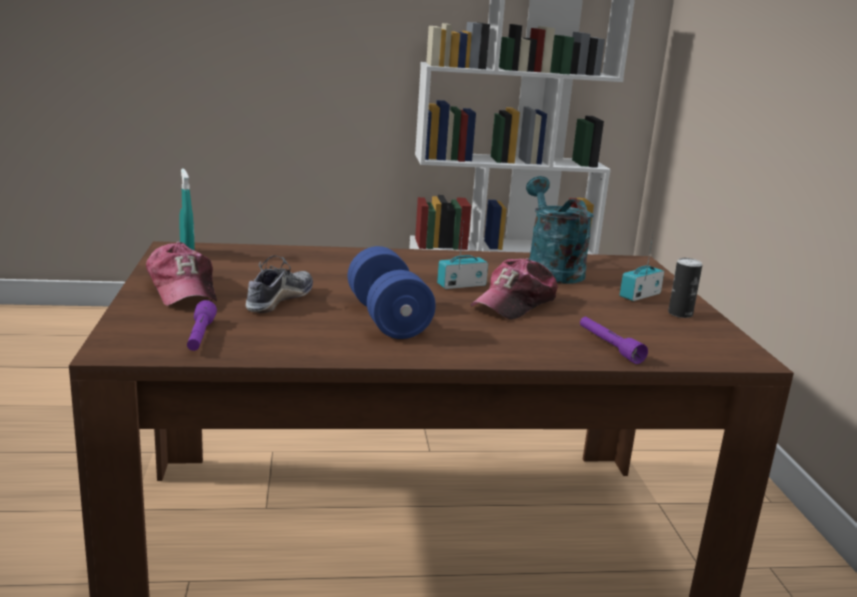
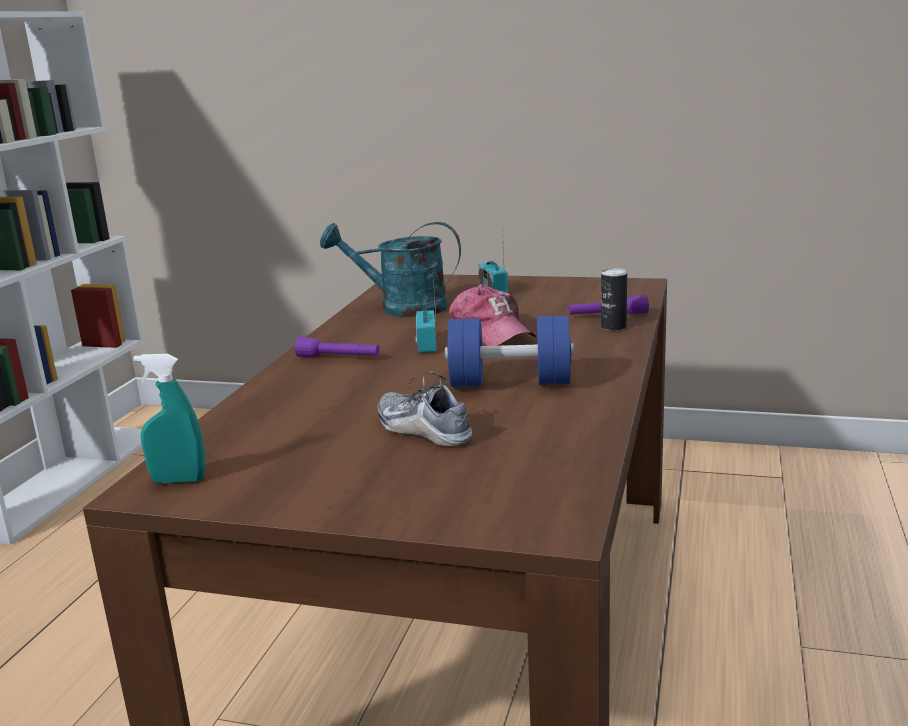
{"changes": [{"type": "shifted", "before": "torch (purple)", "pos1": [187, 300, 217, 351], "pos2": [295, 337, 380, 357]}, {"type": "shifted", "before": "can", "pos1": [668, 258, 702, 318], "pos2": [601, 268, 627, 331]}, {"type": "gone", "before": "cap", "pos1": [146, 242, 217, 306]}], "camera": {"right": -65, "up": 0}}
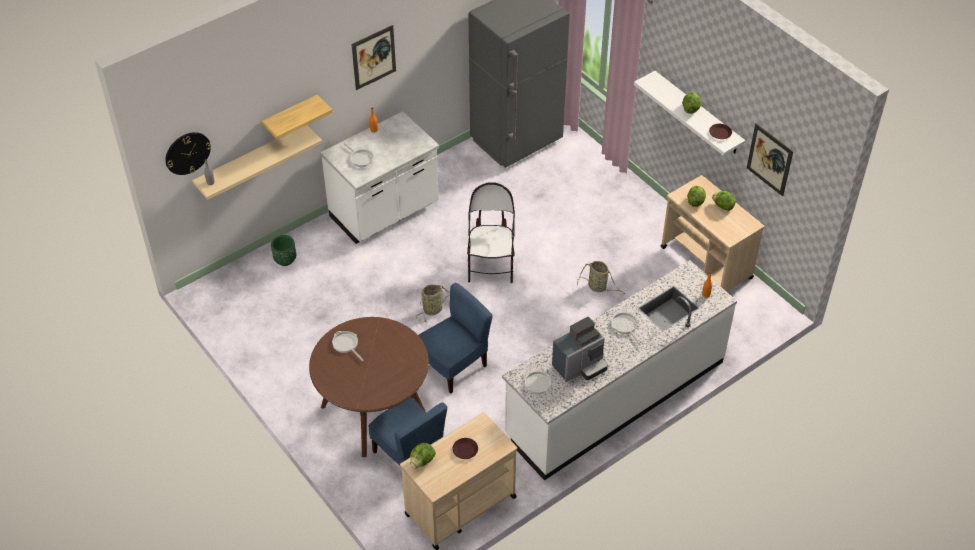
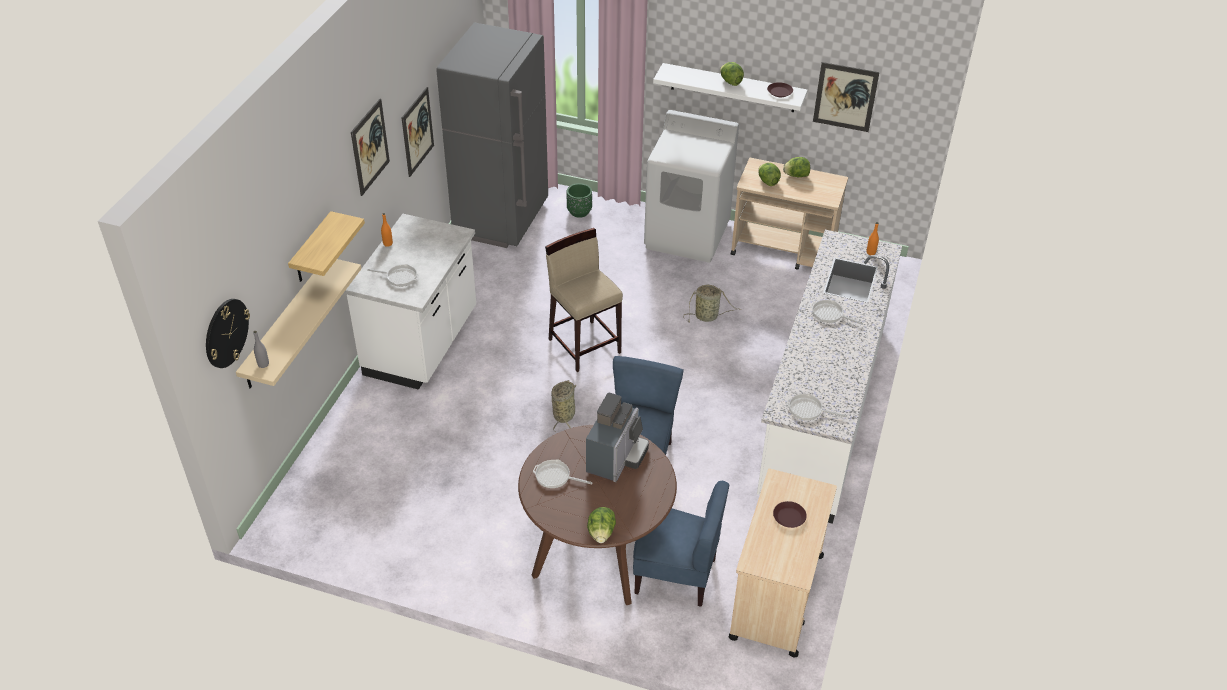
{"changes": [{"type": "new", "after": "wall picture", "pos2": [402, 87, 434, 177]}, {"type": "swapped", "before": "plain chair", "after": "stool (beige-coloured)", "pos1": [467, 182, 515, 283], "pos2": [545, 228, 623, 372]}, {"type": "shifted", "before": "flower pot (green)", "pos1": [271, 235, 296, 266], "pos2": [566, 183, 592, 218]}, {"type": "shifted", "before": "coffee brewer", "pos1": [552, 317, 608, 382], "pos2": [586, 393, 649, 482]}, {"type": "shifted", "before": "lettuce", "pos1": [410, 443, 436, 468], "pos2": [587, 507, 616, 543]}, {"type": "new", "after": "laundry appliance (white-coloured)", "pos2": [644, 110, 739, 263]}], "camera": {"right": -35, "up": -5}}
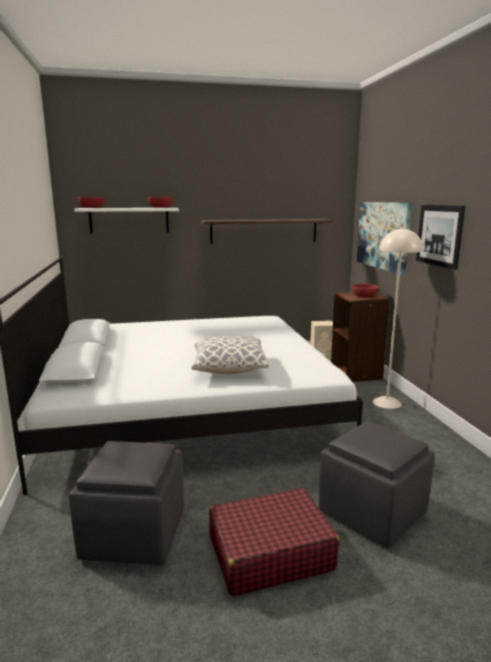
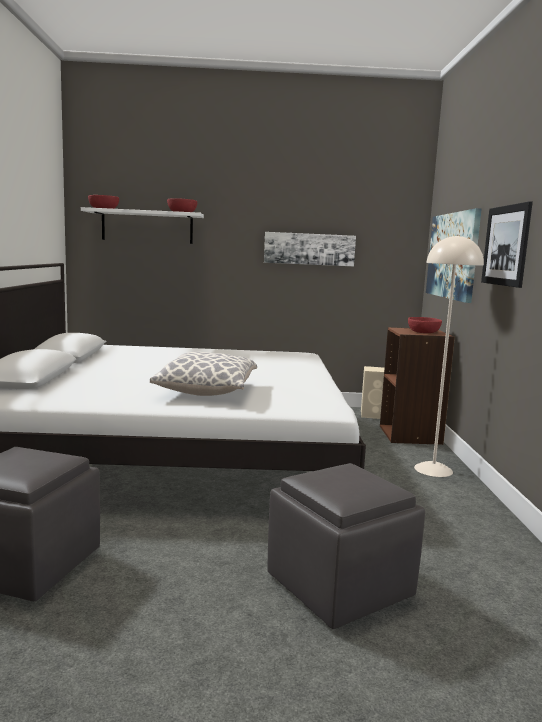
{"changes": [{"type": "swapped", "before": "shelf", "after": "wall picture", "pos1": [201, 219, 333, 244], "pos2": [264, 232, 356, 266]}, {"type": "gone", "before": "suitcase (red)", "pos1": [209, 488, 339, 596]}], "camera": {"right": 10, "up": -5}}
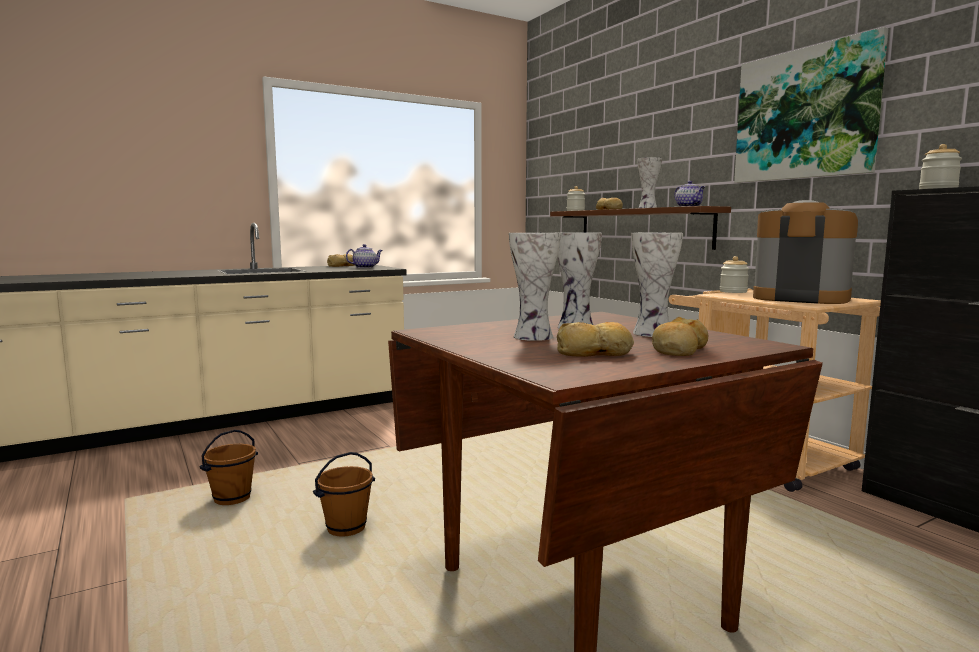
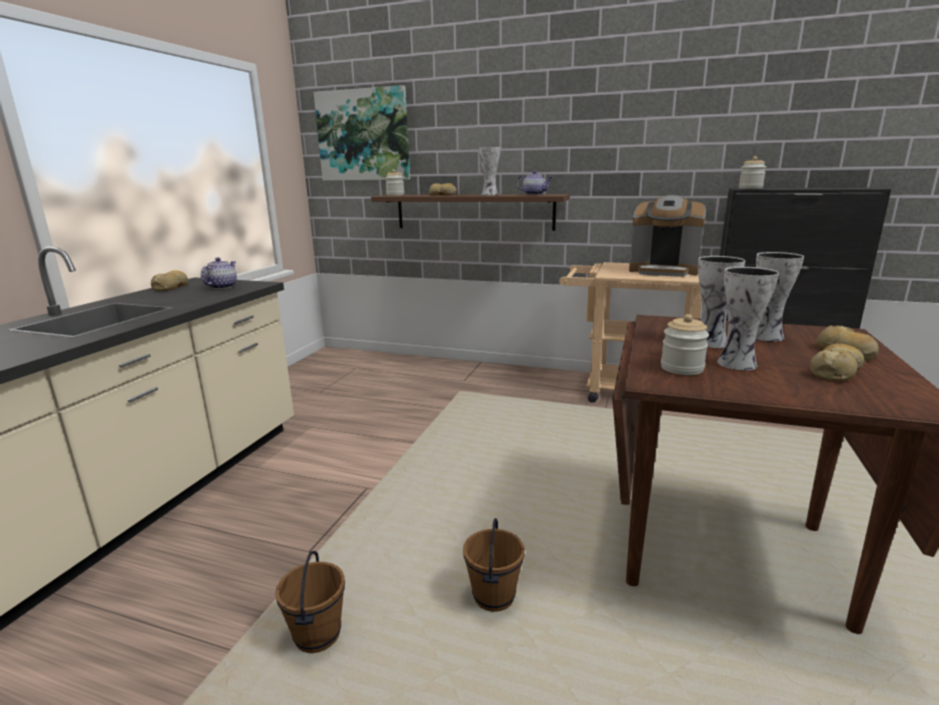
{"changes": [{"type": "shifted", "before": "wall picture", "pos1": [734, 27, 888, 183], "pos2": [314, 85, 410, 181]}, {"type": "rotated", "before": "coffee brewer", "pos1": [753, 200, 858, 304], "pos2": [629, 195, 706, 277], "turn": -150}, {"type": "shifted", "before": "preserve jar", "pos1": [720, 256, 749, 293], "pos2": [661, 314, 709, 375]}], "camera": {"right": -40, "up": 10}}
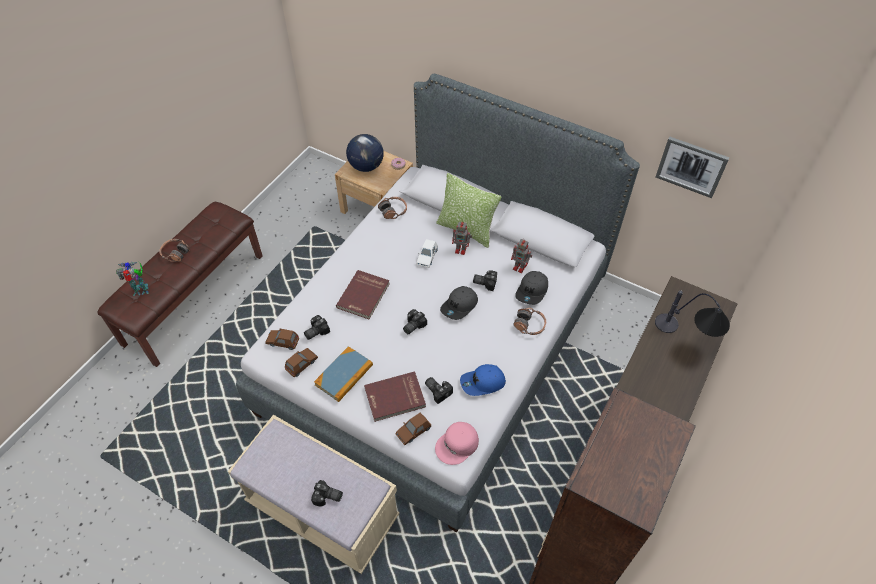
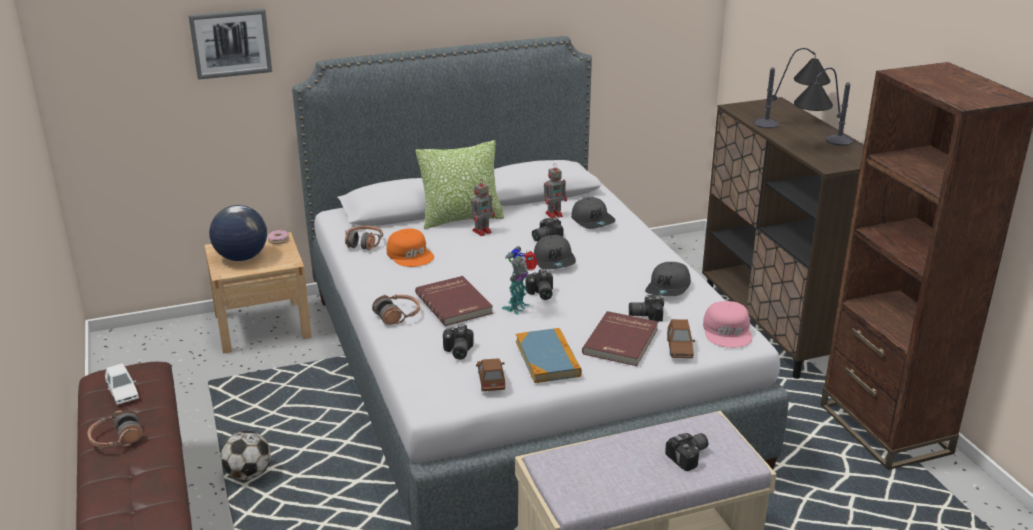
{"changes": [{"type": "shifted", "before": "toy car (white-coloured)", "pos1": [417, 239, 438, 268], "pos2": [105, 363, 139, 405]}, {"type": "shifted", "before": "wall picture", "pos1": [656, 137, 729, 198], "pos2": [188, 8, 272, 80]}, {"type": "new", "after": "football ball", "pos2": [221, 431, 271, 480]}, {"type": "shifted", "before": "pair of headphones", "pos1": [513, 308, 546, 335], "pos2": [372, 295, 420, 325]}, {"type": "new", "after": "cap (orangey)", "pos2": [387, 228, 434, 267]}, {"type": "shifted", "before": "robot figure", "pos1": [116, 262, 149, 296], "pos2": [502, 246, 538, 315]}, {"type": "repainted", "before": "cap (blue-coloured)", "after": "cap (greyish)", "pos1": [460, 364, 506, 396], "pos2": [645, 262, 691, 296]}, {"type": "new", "after": "tabletop lamp", "pos2": [794, 68, 853, 146]}, {"type": "gone", "before": "toy car (brown)", "pos1": [265, 329, 299, 350]}], "camera": {"right": -50, "up": -25}}
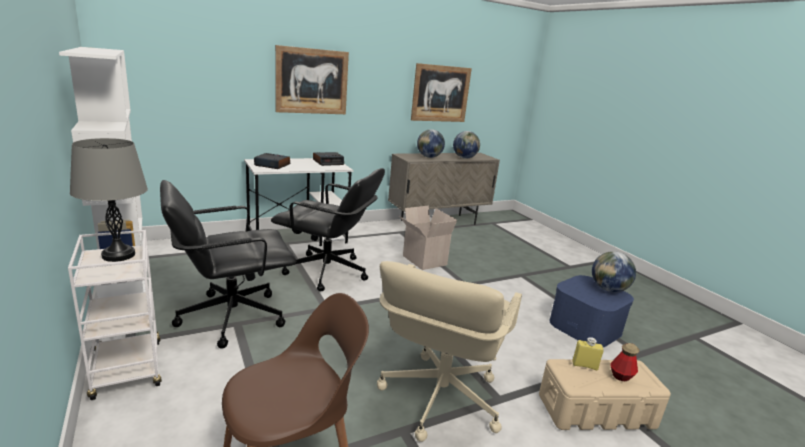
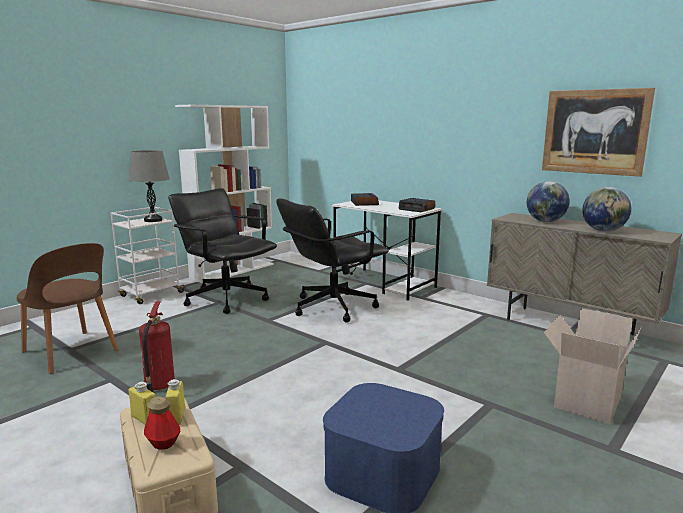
{"changes": [{"type": "new", "after": "beverage bottle (yellow-coloured)", "pos2": [129, 382, 156, 425]}, {"type": "swapped", "before": "desk chair (beige-coloured)", "after": "fire-fighting cylinder", "pos1": [377, 261, 522, 442], "pos2": [139, 301, 175, 392]}, {"type": "rotated", "before": "desk chair (blackish)", "pos1": [271, 168, 385, 291], "pos2": [276, 198, 389, 323], "turn": 60}, {"type": "shifted", "before": "packing box", "pos1": [399, 206, 457, 270], "pos2": [544, 308, 642, 424]}, {"type": "gone", "before": "wall picture", "pos1": [275, 45, 349, 114]}, {"type": "gone", "before": "globe", "pos1": [592, 251, 636, 292]}], "camera": {"right": 70, "up": -5}}
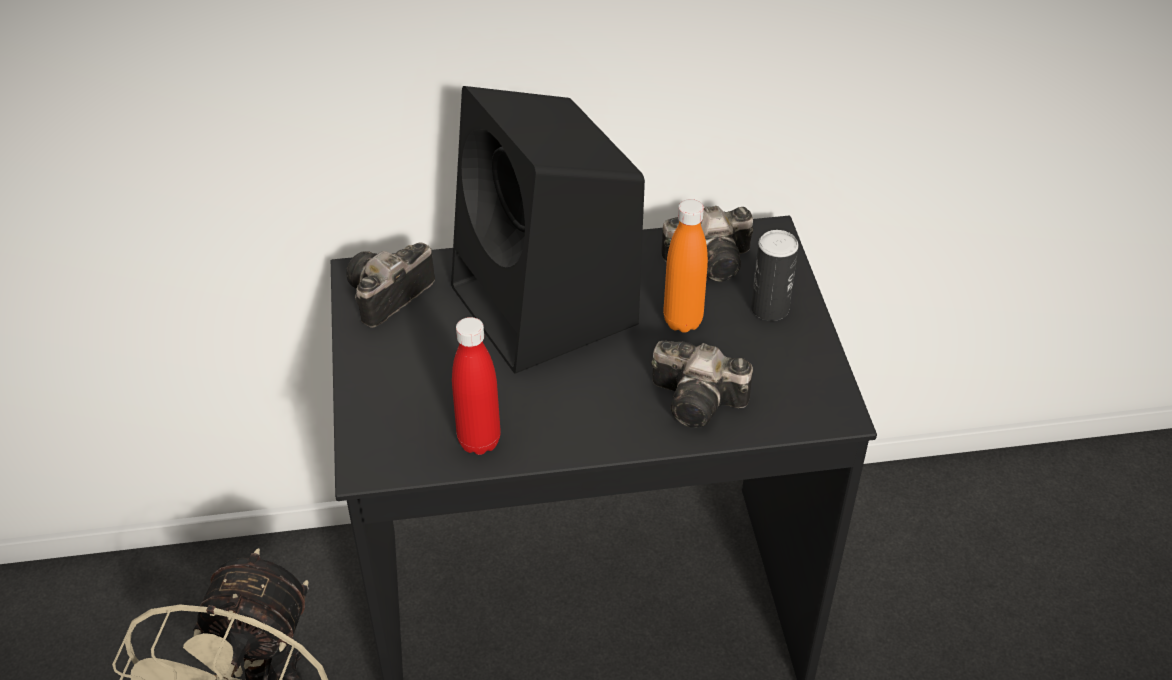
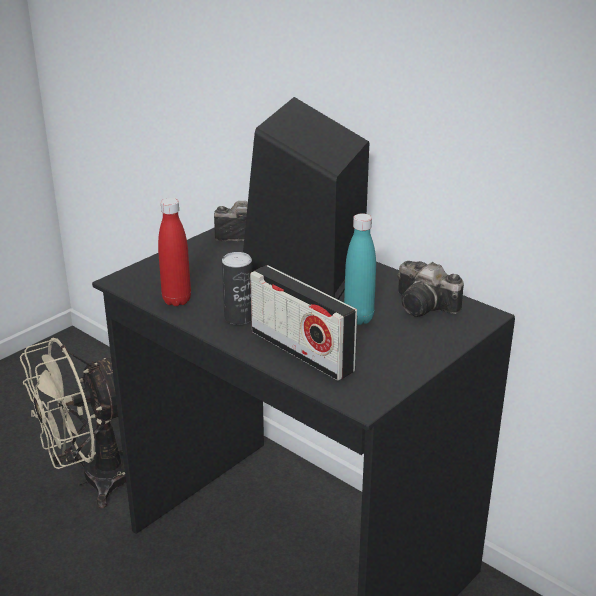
{"changes": [{"type": "shifted", "before": "can", "pos1": [751, 230, 799, 321], "pos2": [222, 252, 252, 325]}, {"type": "swapped", "before": "photo camera", "after": "radio receiver", "pos1": [651, 341, 753, 428], "pos2": [250, 265, 357, 381]}, {"type": "repainted", "before": "beverage bottle (orangey)", "after": "beverage bottle (turquoise-coloured)", "pos1": [664, 199, 708, 333], "pos2": [344, 213, 376, 325]}], "camera": {"right": 50, "up": -15}}
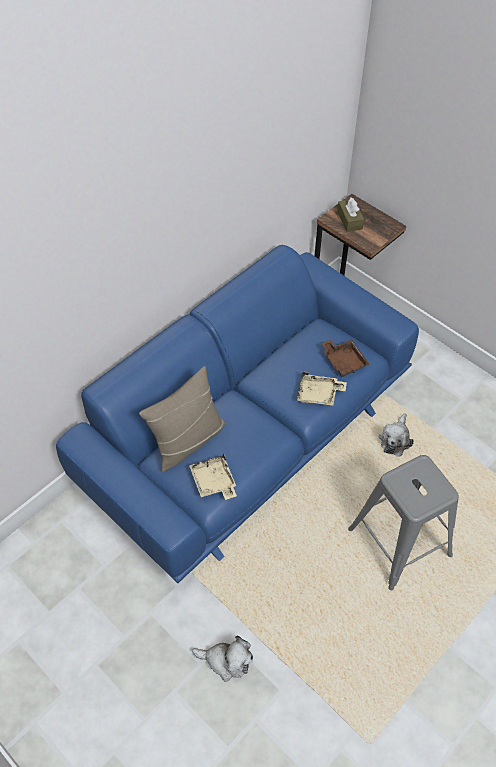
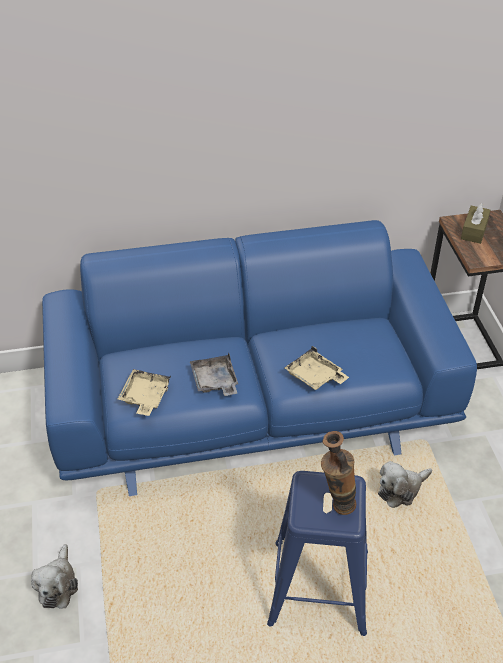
{"changes": [{"type": "rotated", "before": "cuddly toy", "pos1": [192, 635, 253, 682], "pos2": [31, 544, 78, 609], "turn": 45}, {"type": "new", "after": "serving tray (greyish)", "pos2": [190, 353, 238, 396]}, {"type": "repainted", "before": "stool (greyish)", "after": "stool (blue-coloured)", "pos1": [348, 455, 459, 591], "pos2": [267, 471, 368, 636]}, {"type": "new", "after": "decorative vase", "pos2": [321, 431, 356, 515]}, {"type": "gone", "before": "pillow (beige-coloured)", "pos1": [139, 366, 226, 472]}, {"type": "gone", "before": "serving tray (brown)", "pos1": [322, 339, 370, 377]}], "camera": {"right": 35, "up": -10}}
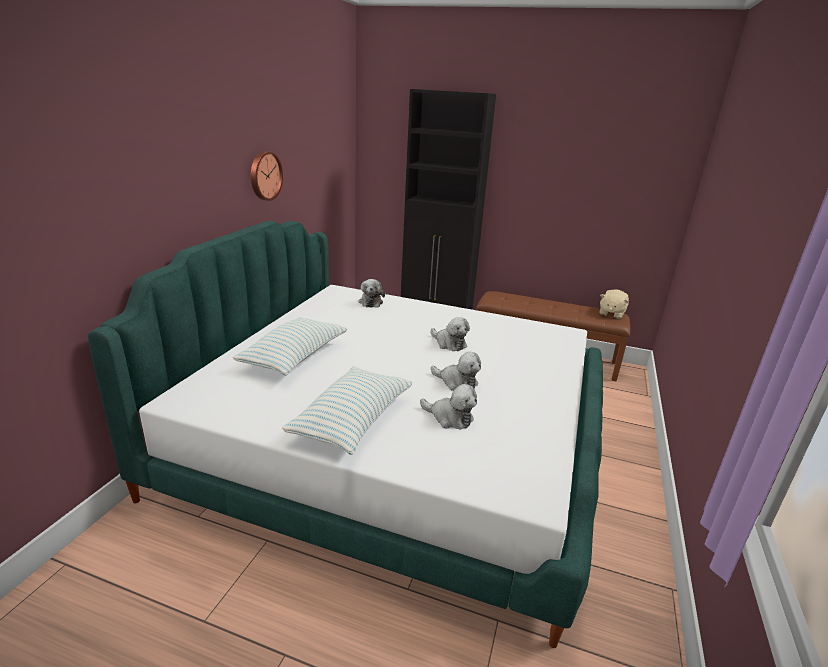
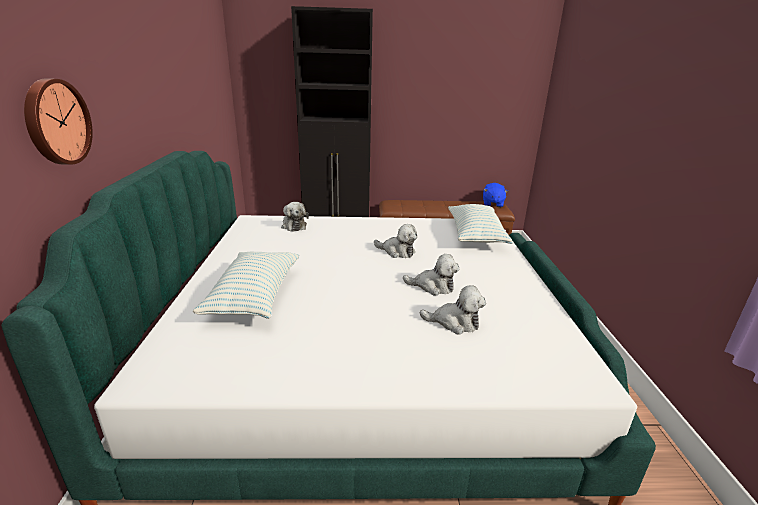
{"changes": [{"type": "shifted", "before": "hanging clock", "pos1": [251, 151, 283, 201], "pos2": [24, 78, 93, 165]}, {"type": "shifted", "before": "pillow", "pos1": [282, 366, 412, 455], "pos2": [448, 204, 513, 244]}, {"type": "repainted", "before": "cuddly toy (beige-coloured)", "after": "cuddly toy (blue-coloured)", "pos1": [599, 289, 629, 319], "pos2": [483, 183, 508, 207]}], "camera": {"right": -20, "up": 0}}
